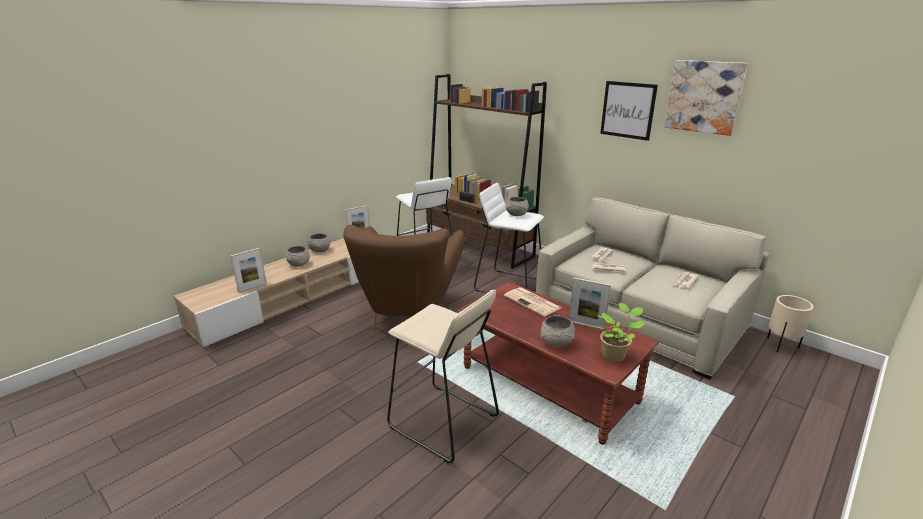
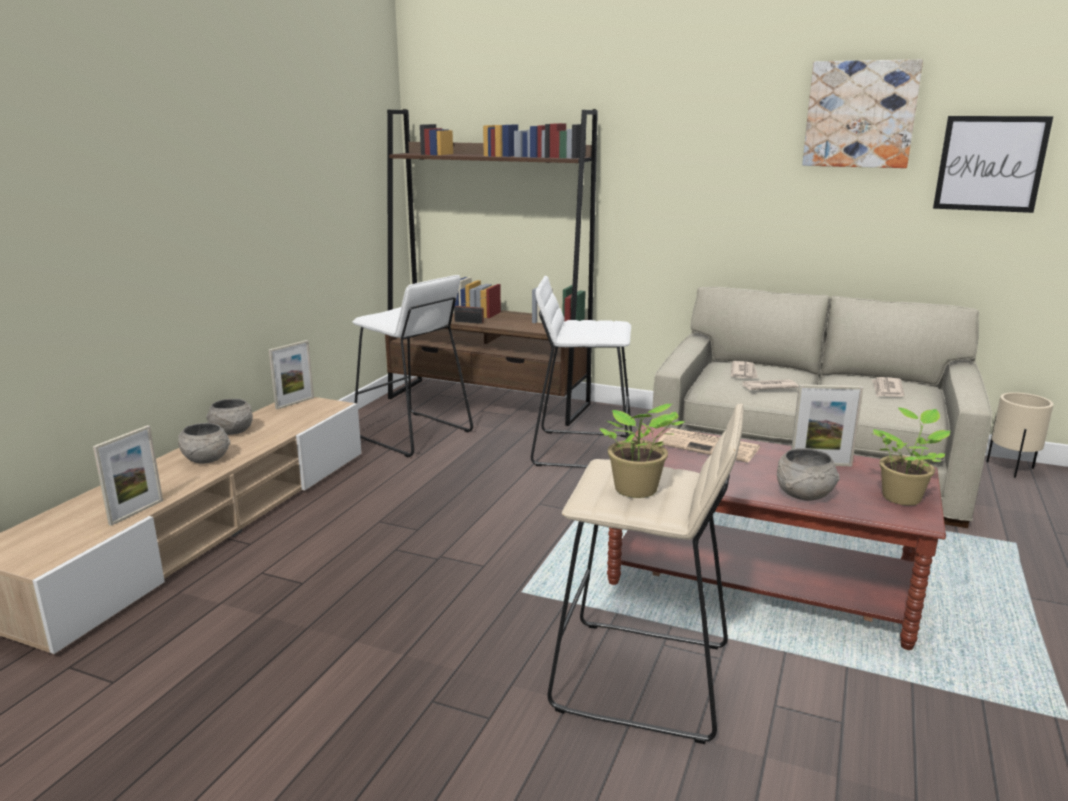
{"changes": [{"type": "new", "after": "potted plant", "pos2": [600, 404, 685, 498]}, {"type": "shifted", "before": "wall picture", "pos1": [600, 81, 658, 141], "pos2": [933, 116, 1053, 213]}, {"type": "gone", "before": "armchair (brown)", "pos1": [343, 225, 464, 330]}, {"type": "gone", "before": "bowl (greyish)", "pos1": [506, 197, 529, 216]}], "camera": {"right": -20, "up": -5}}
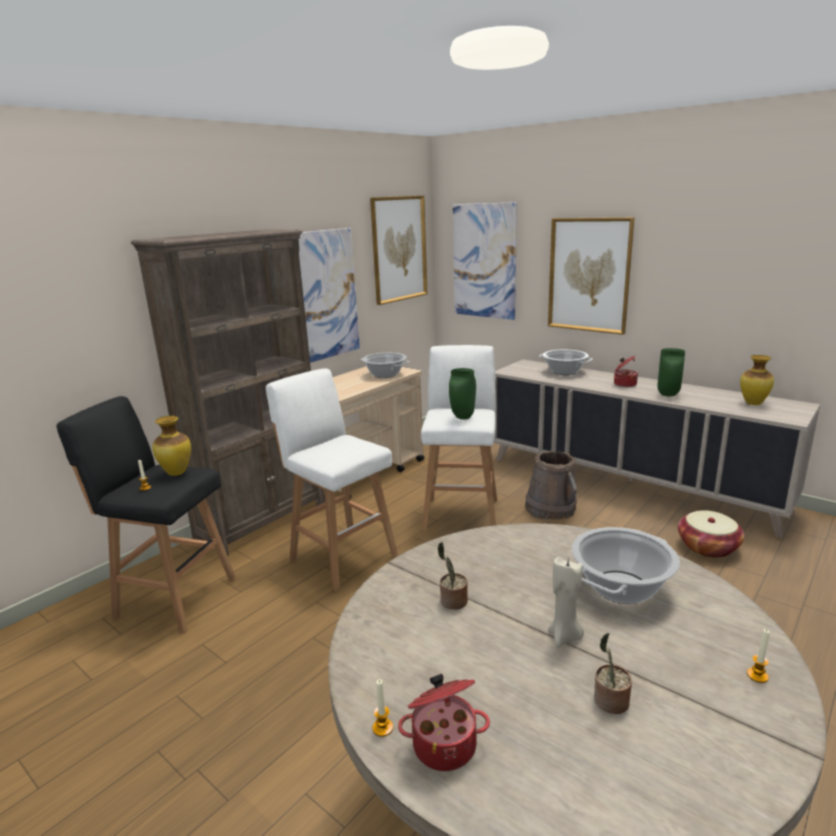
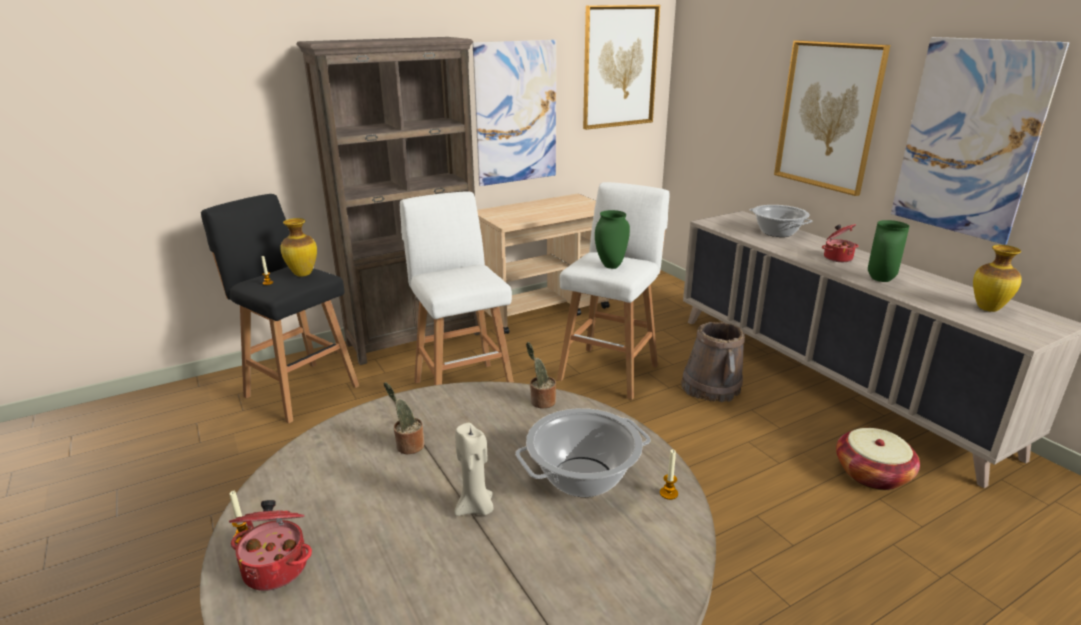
{"changes": [{"type": "shifted", "before": "potted plant", "pos1": [594, 633, 632, 714], "pos2": [526, 342, 556, 409]}, {"type": "shifted", "before": "wax light", "pos1": [747, 629, 769, 683], "pos2": [660, 449, 678, 500]}, {"type": "shifted", "before": "wall picture", "pos1": [453, 202, 517, 320], "pos2": [891, 37, 1069, 245]}, {"type": "gone", "before": "stockpot", "pos1": [360, 353, 409, 378]}], "camera": {"right": 20, "up": 5}}
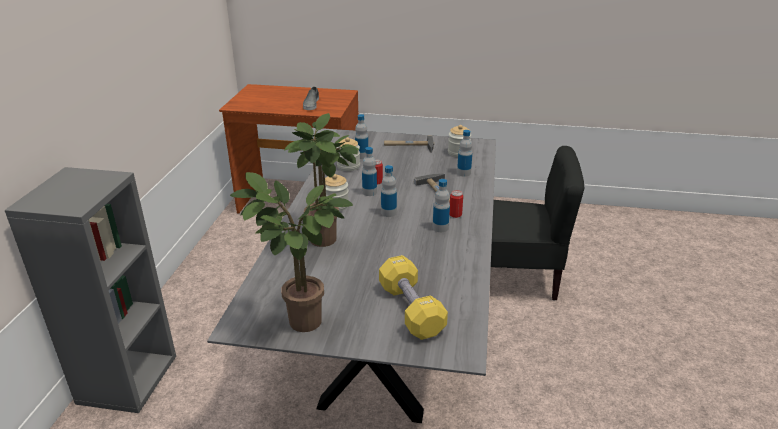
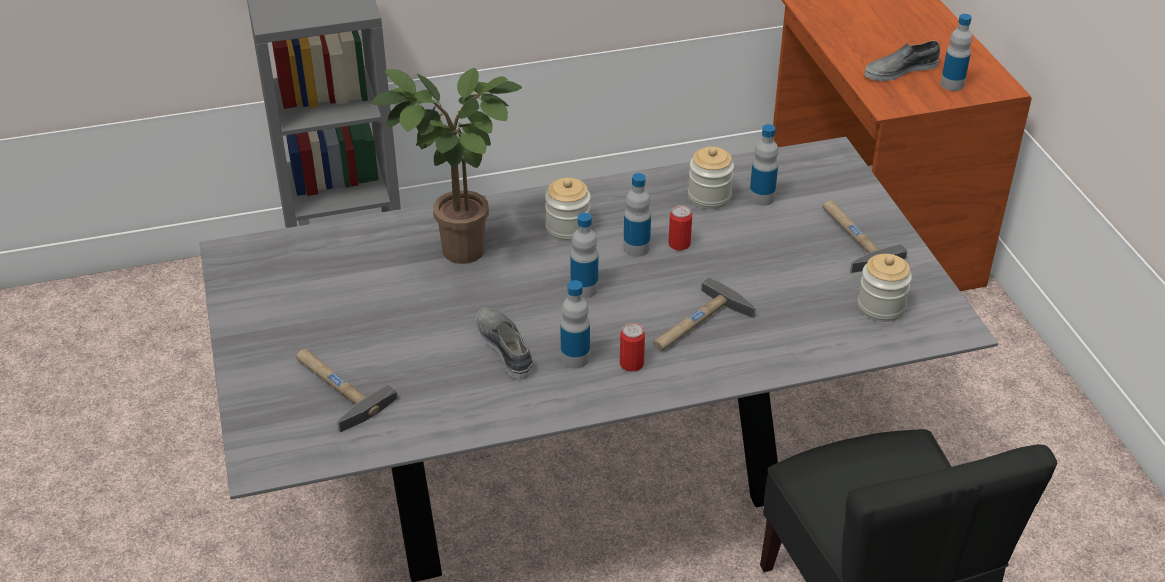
{"changes": [{"type": "swapped", "before": "free weight (yellow-coloured)", "after": "hand hammer", "pos1": [379, 255, 448, 340], "pos2": [296, 349, 397, 432]}, {"type": "new", "after": "item of footwear (greyish)", "pos2": [476, 308, 532, 380]}, {"type": "shifted", "before": "beverage bottle", "pos1": [457, 130, 472, 177], "pos2": [941, 14, 972, 91]}, {"type": "gone", "before": "potted plant", "pos1": [230, 172, 353, 332]}], "camera": {"right": 65, "up": 10}}
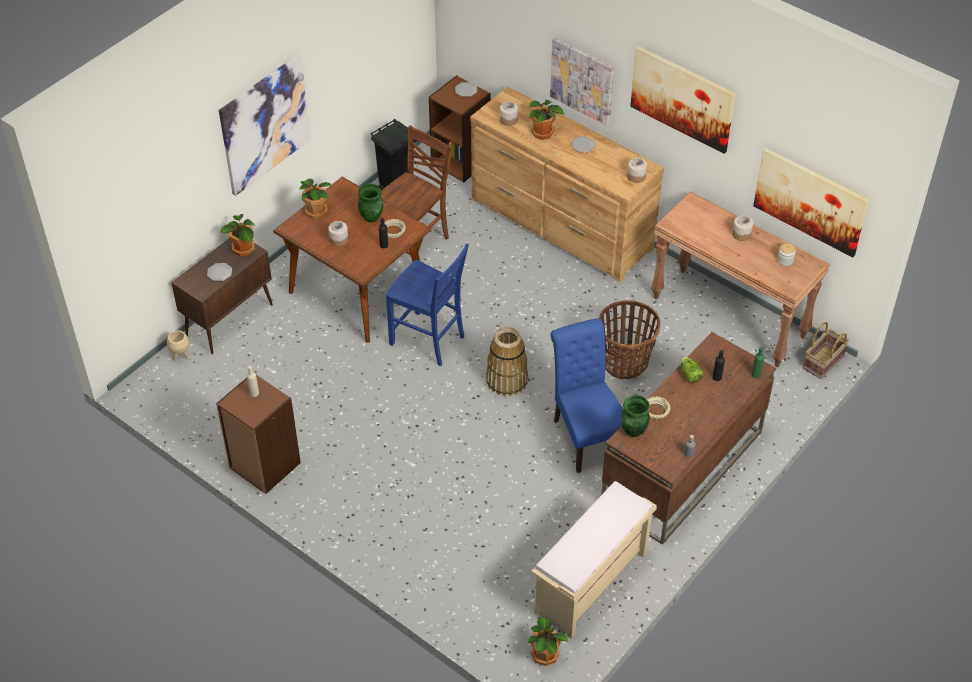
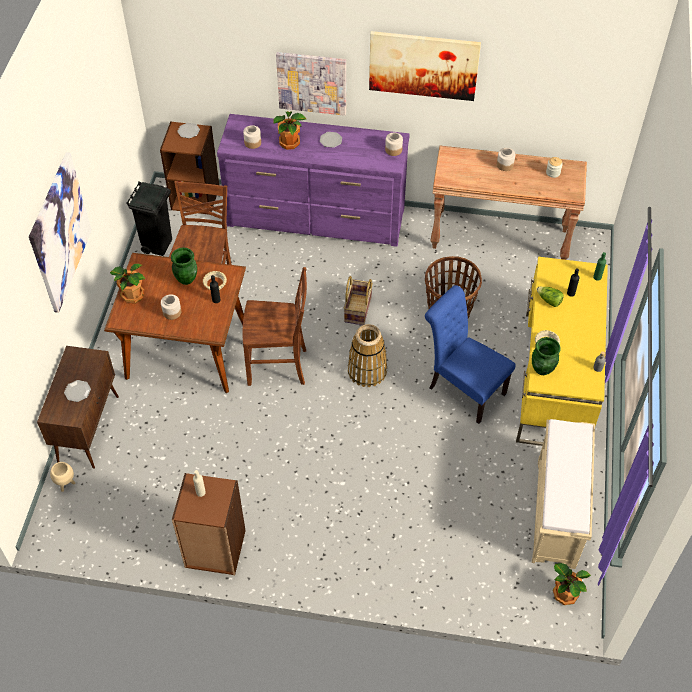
{"changes": [{"type": "repainted", "before": "chest of drawers (brown)", "after": "chest of drawers (purple)", "pos1": [470, 87, 664, 282], "pos2": [217, 114, 410, 247]}, {"type": "repainted", "before": "plain chair (blue-coloured)", "after": "plain chair (brown)", "pos1": [386, 243, 469, 366], "pos2": [242, 267, 307, 386]}, {"type": "shifted", "before": "basket", "pos1": [803, 322, 849, 379], "pos2": [344, 276, 373, 325]}, {"type": "repainted", "before": "desk table (brown)", "after": "desk table (yellow-coloured)", "pos1": [601, 332, 776, 545], "pos2": [516, 257, 608, 446]}, {"type": "gone", "before": "potted plant", "pos1": [220, 214, 255, 256]}, {"type": "gone", "before": "wall picture", "pos1": [753, 148, 869, 257]}], "camera": {"right": -30, "up": 5}}
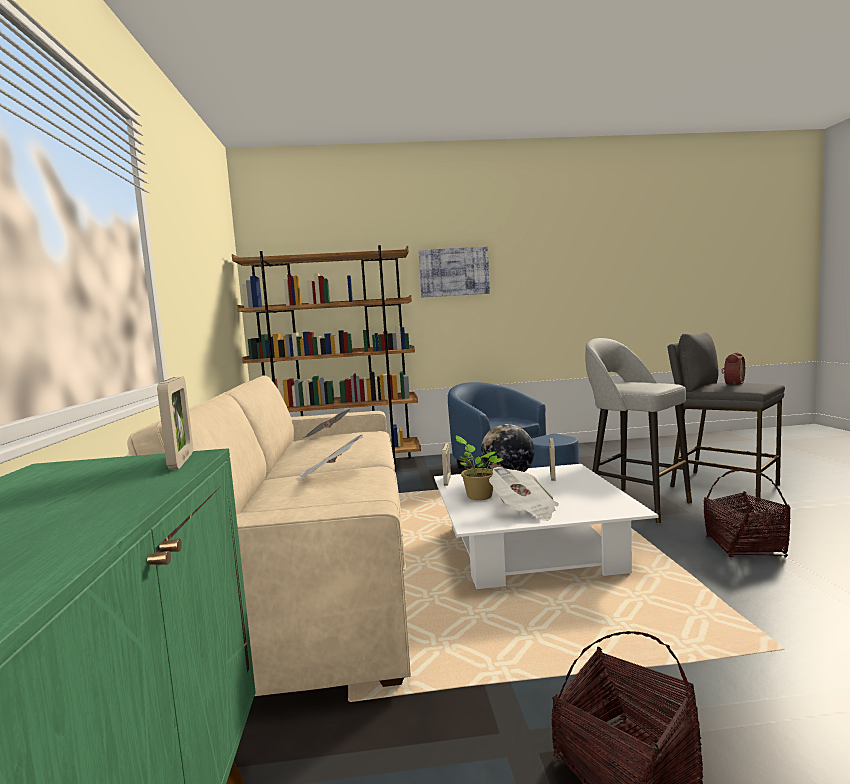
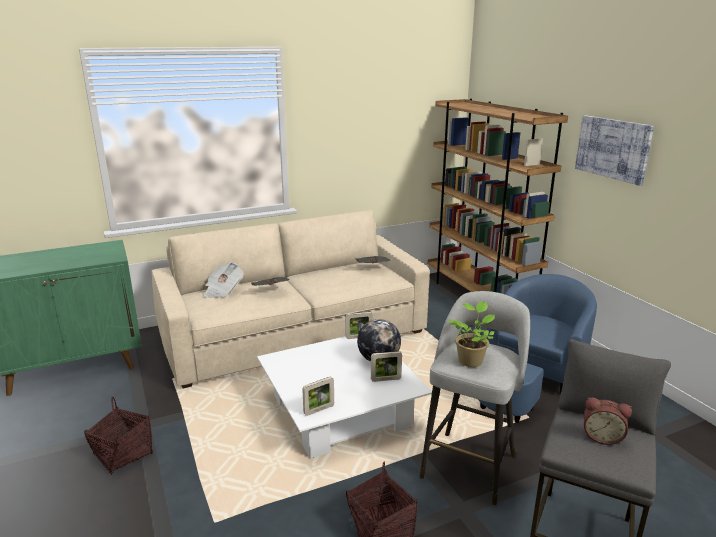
{"changes": [{"type": "shifted", "before": "printed paper", "pos1": [489, 467, 558, 521], "pos2": [204, 262, 244, 298]}, {"type": "shifted", "before": "photo frame", "pos1": [157, 376, 193, 470], "pos2": [302, 377, 334, 416]}, {"type": "shifted", "before": "potted plant", "pos1": [455, 436, 504, 500], "pos2": [449, 301, 495, 367]}], "camera": {"right": 70, "up": 15}}
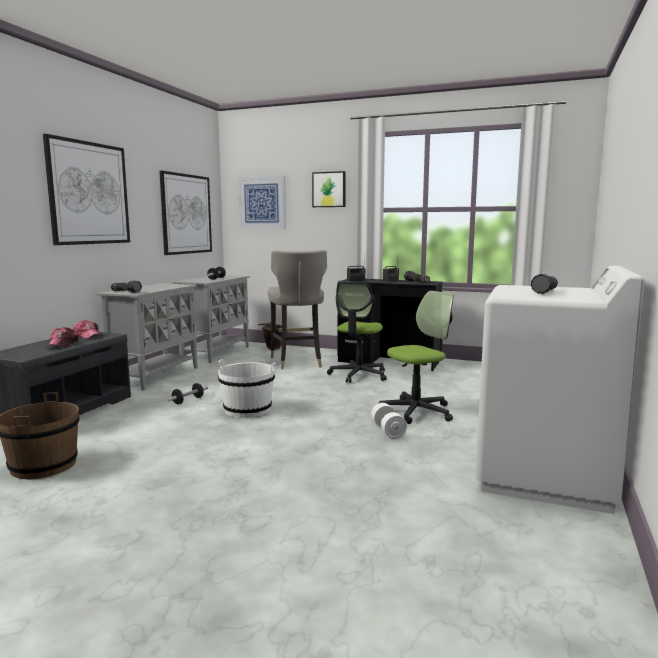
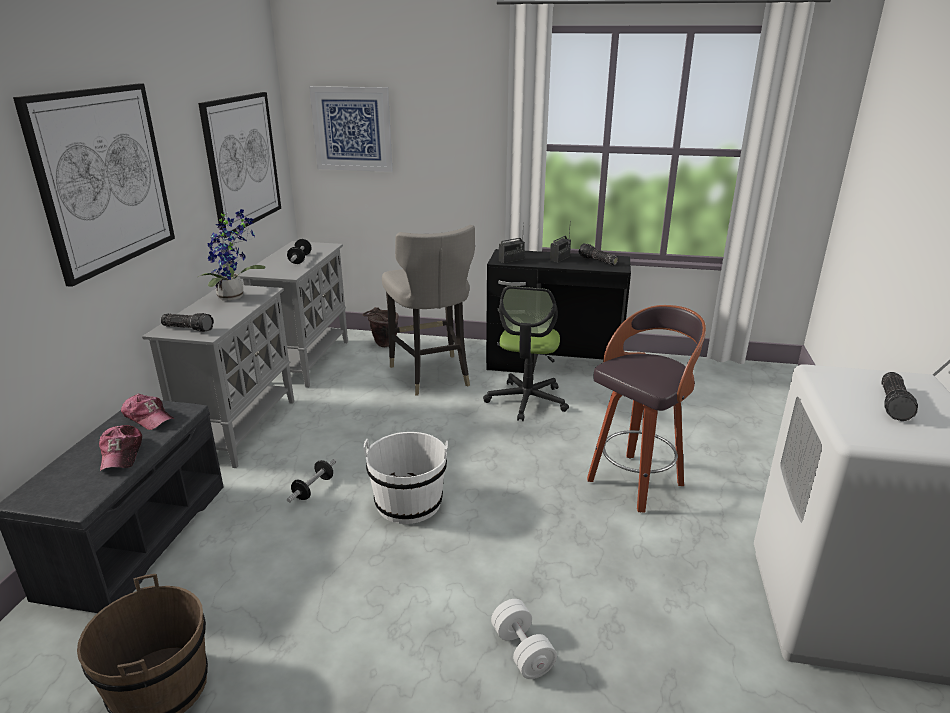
{"changes": [{"type": "new", "after": "potted plant", "pos2": [198, 209, 266, 301]}, {"type": "shifted", "before": "free weight (white-coloured)", "pos1": [371, 403, 407, 439], "pos2": [491, 599, 557, 679]}, {"type": "swapped", "before": "desk chair", "after": "stool", "pos1": [379, 291, 454, 424], "pos2": [587, 305, 706, 513]}, {"type": "gone", "before": "wall picture", "pos1": [312, 171, 346, 207]}], "camera": {"right": -10, "up": 15}}
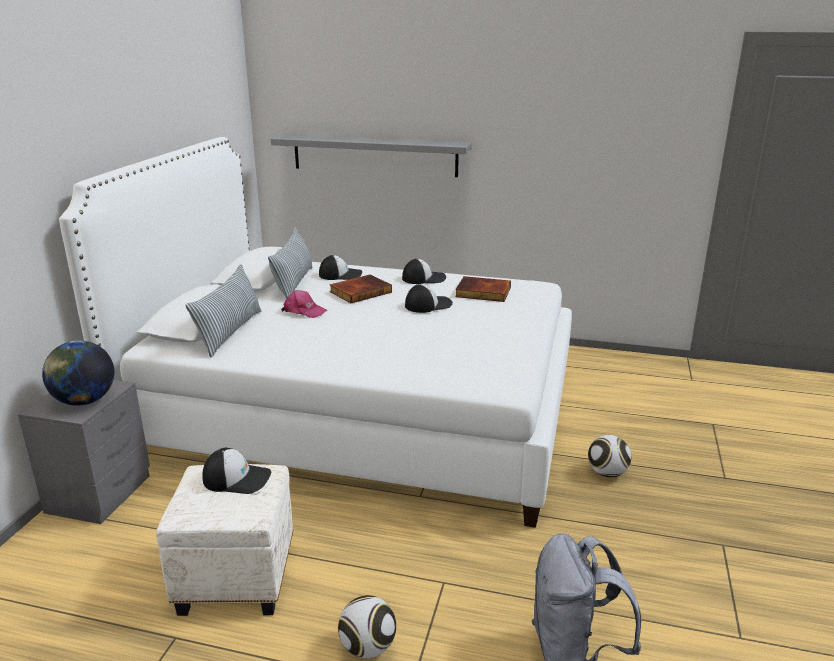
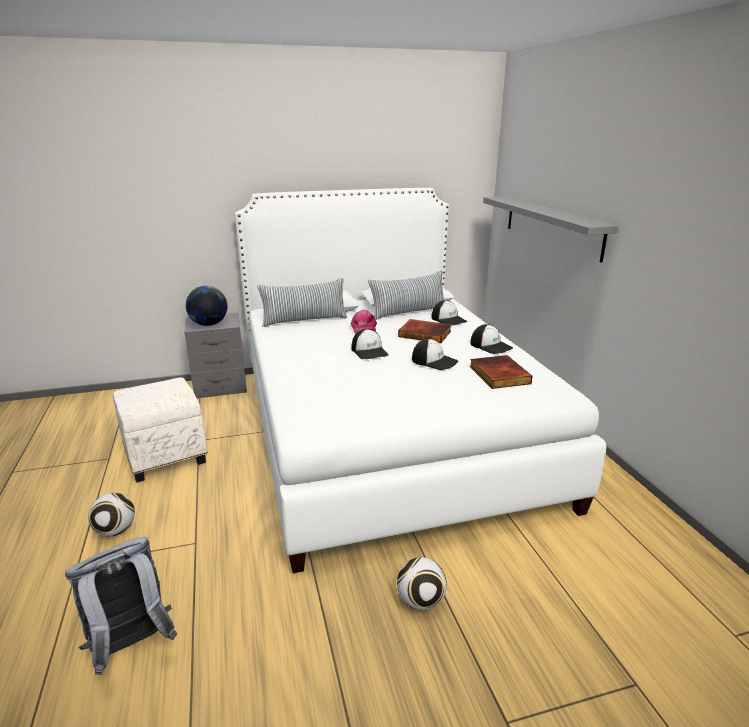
{"changes": [{"type": "shifted", "before": "cap", "pos1": [202, 448, 271, 494], "pos2": [352, 329, 389, 359]}], "camera": {"right": 60, "up": 0}}
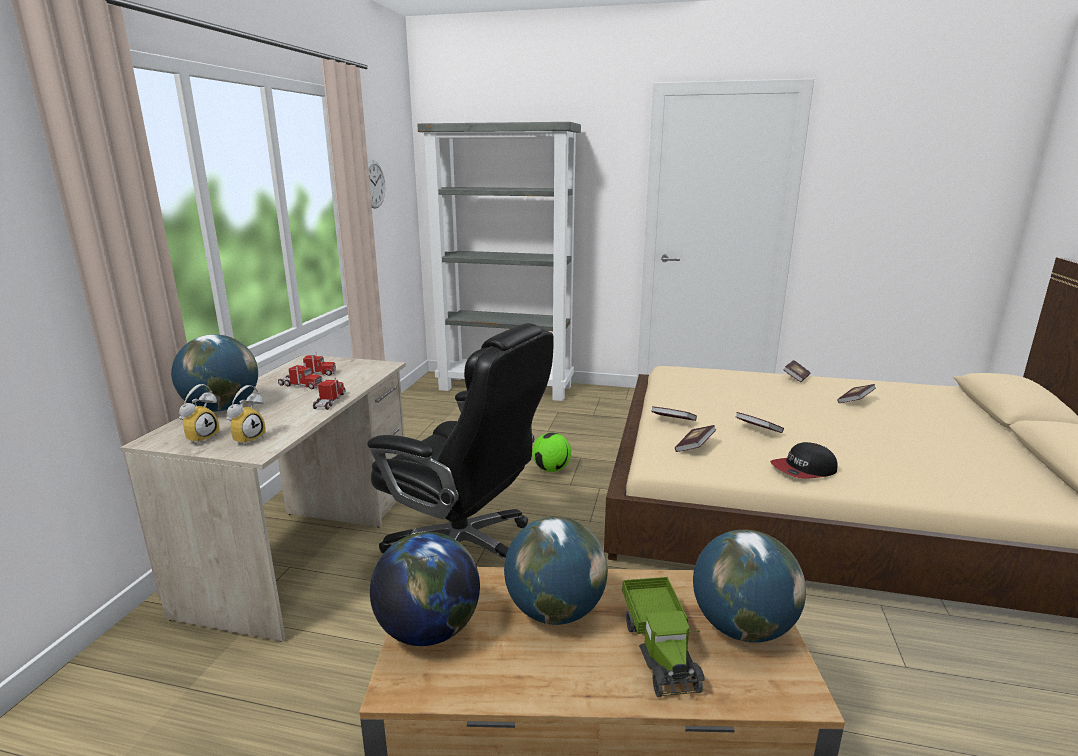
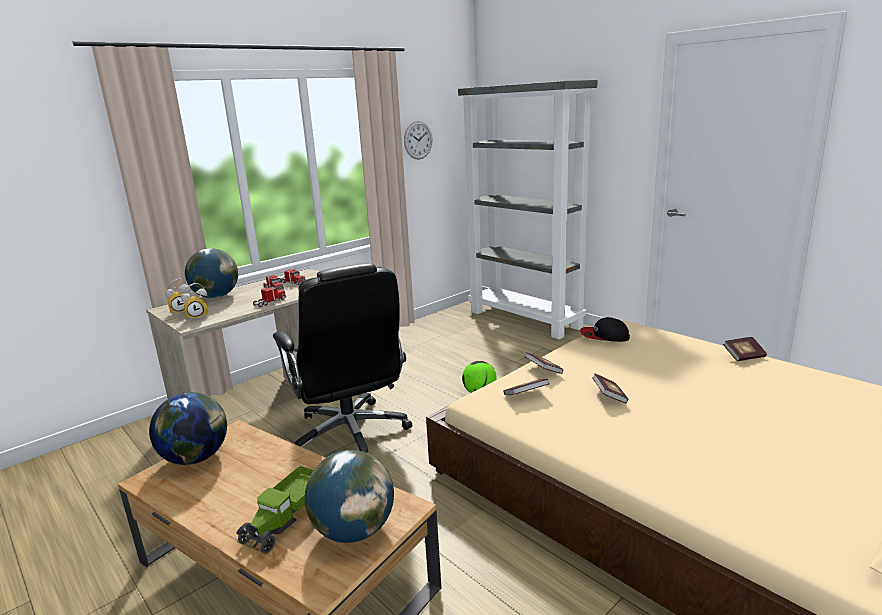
{"changes": [{"type": "shifted", "before": "cap", "pos1": [770, 442, 837, 479], "pos2": [580, 317, 630, 342]}, {"type": "gone", "before": "globe", "pos1": [504, 517, 608, 625]}, {"type": "gone", "before": "bound book", "pos1": [837, 384, 876, 403]}], "camera": {"right": 35, "up": 0}}
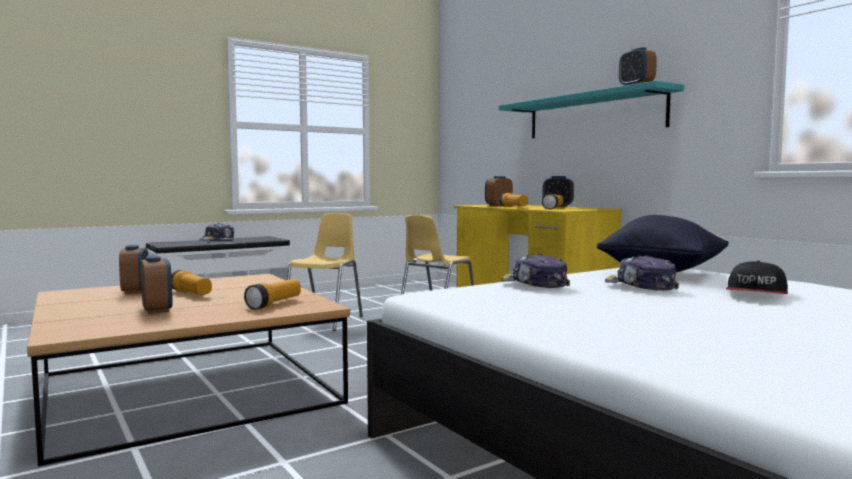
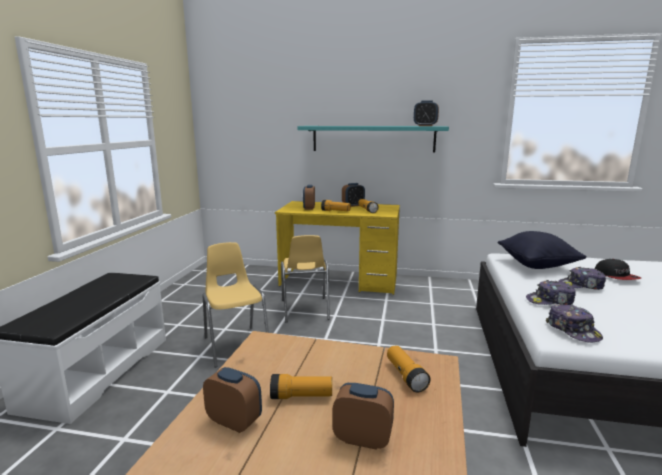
{"changes": [{"type": "shifted", "before": "cap", "pos1": [199, 223, 234, 241], "pos2": [546, 304, 603, 342]}], "camera": {"right": -45, "up": 10}}
